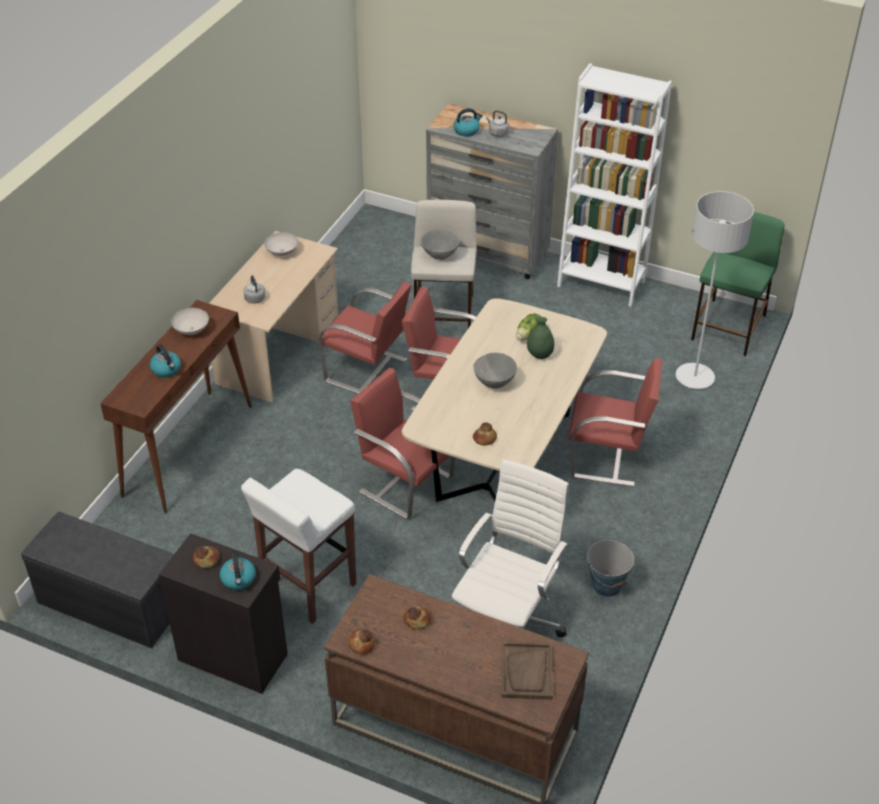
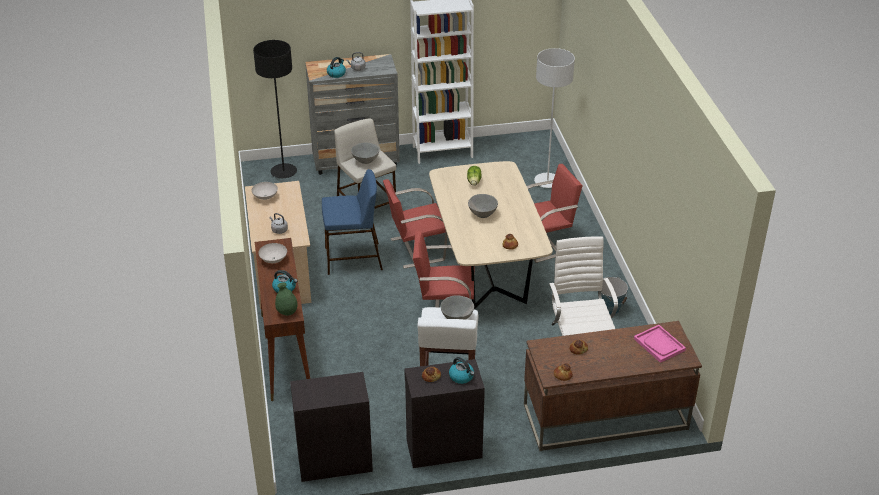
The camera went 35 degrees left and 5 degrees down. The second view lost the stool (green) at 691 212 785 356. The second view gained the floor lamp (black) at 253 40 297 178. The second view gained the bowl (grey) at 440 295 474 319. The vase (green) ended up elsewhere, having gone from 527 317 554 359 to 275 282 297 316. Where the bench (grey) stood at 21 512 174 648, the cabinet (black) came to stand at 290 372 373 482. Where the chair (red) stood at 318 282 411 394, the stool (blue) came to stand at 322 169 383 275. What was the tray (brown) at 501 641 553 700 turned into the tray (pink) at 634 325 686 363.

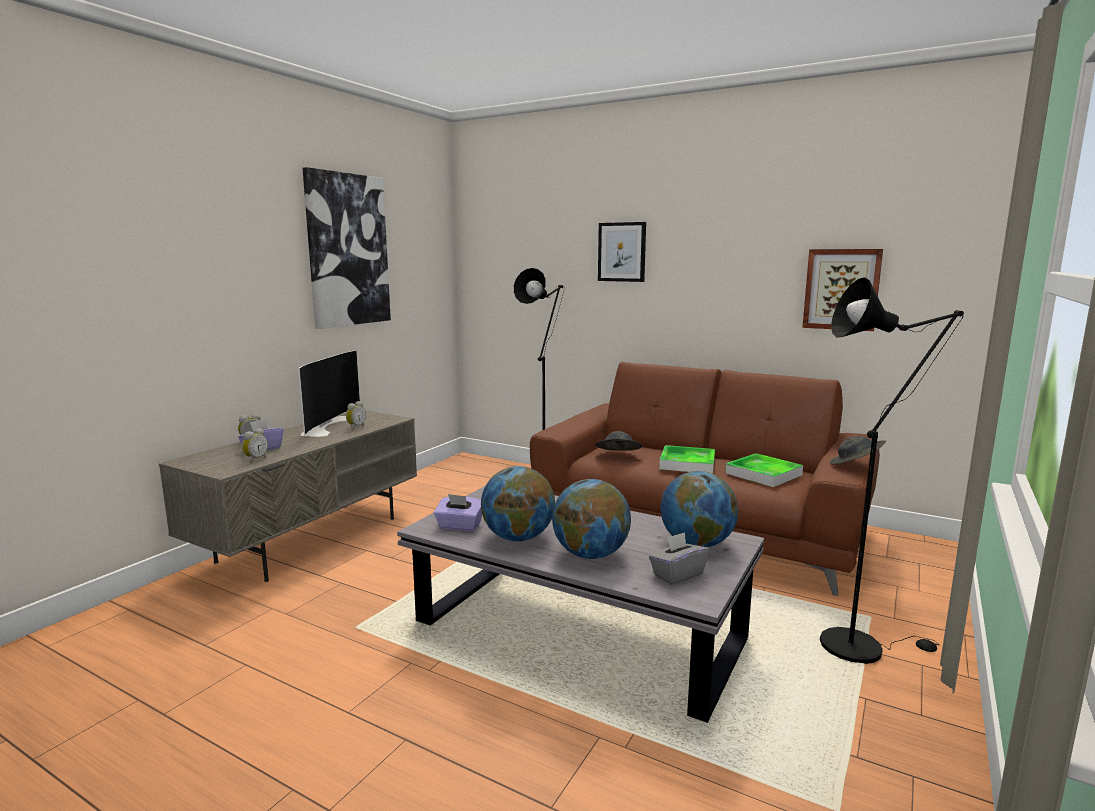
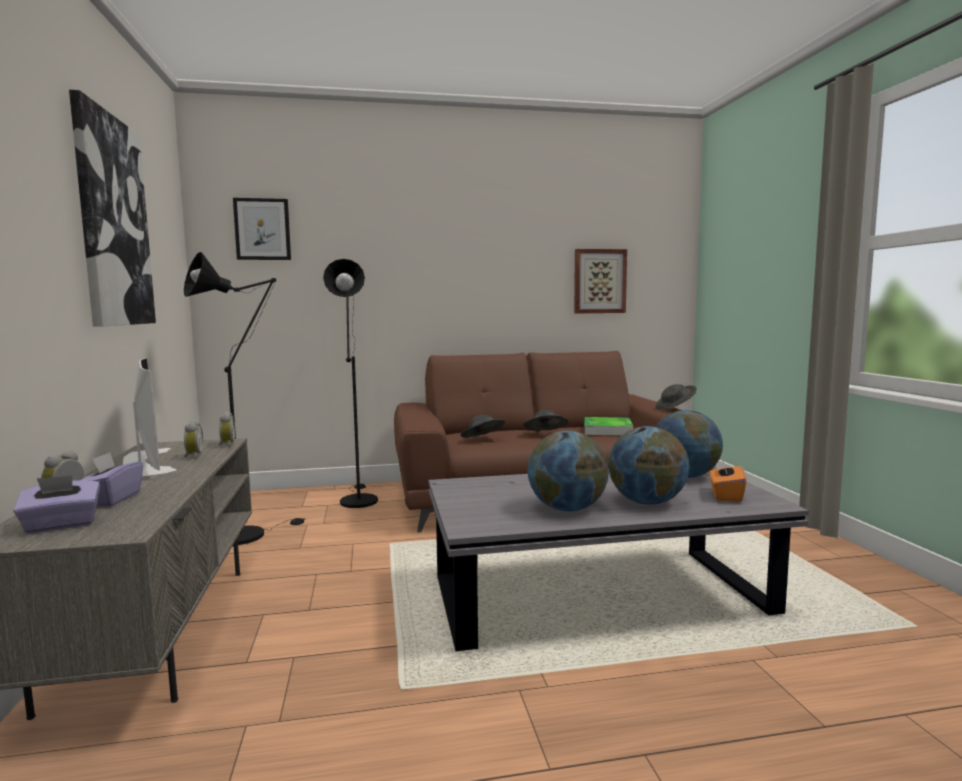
The camera went 40 degrees left and 5 degrees down. The alarm clock ended up elsewhere, having gone from 242 428 268 463 to 219 411 235 447. The tissue box (purple) ended up elsewhere, having gone from 434 494 482 531 to 14 475 100 534. The picture ended up elsewhere, having gone from 598 222 646 282 to 233 198 291 260. The floor lamp (black) ended up elsewhere, having gone from 820 277 964 664 to 184 252 305 545. Where the tray stood at 659 445 715 474, the hat (grey) came to stand at 523 410 569 431. What was the tissue box (grey) at 649 532 709 585 turned into the tissue box (orange) at 709 458 746 502.

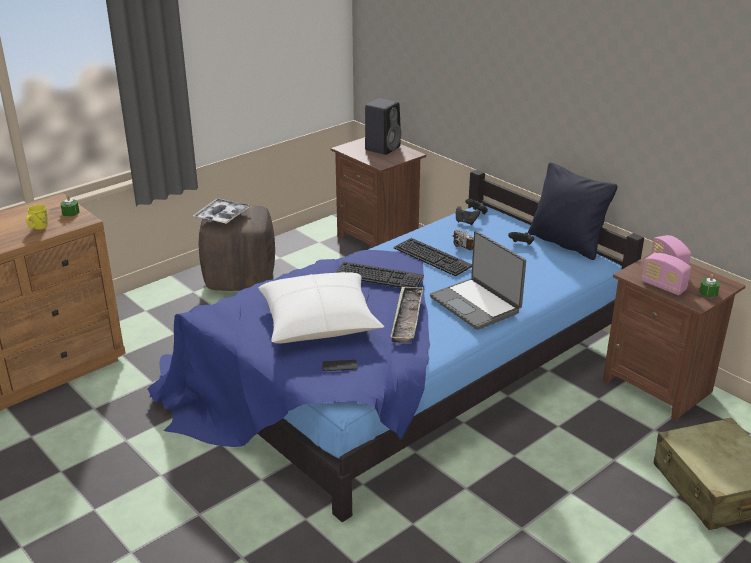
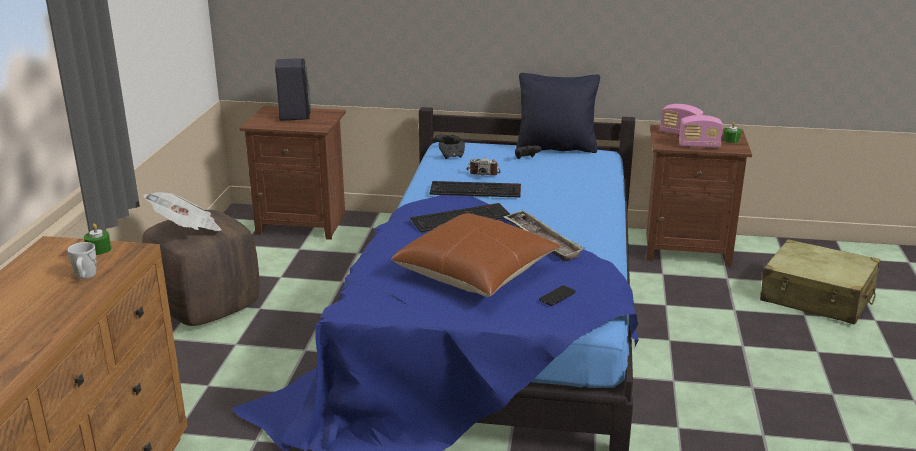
The camera went 40 degrees left and 5 degrees down. The second view lost the laptop at 430 231 526 330. Where the tray stood at 193 198 251 224, the newspaper came to stand at 143 192 221 231. What was the mug (yellow) at 26 204 47 230 turned into the mug (white) at 67 242 96 279. What was the pillow (white) at 259 272 384 344 turned into the pillow (brown) at 391 213 561 297.

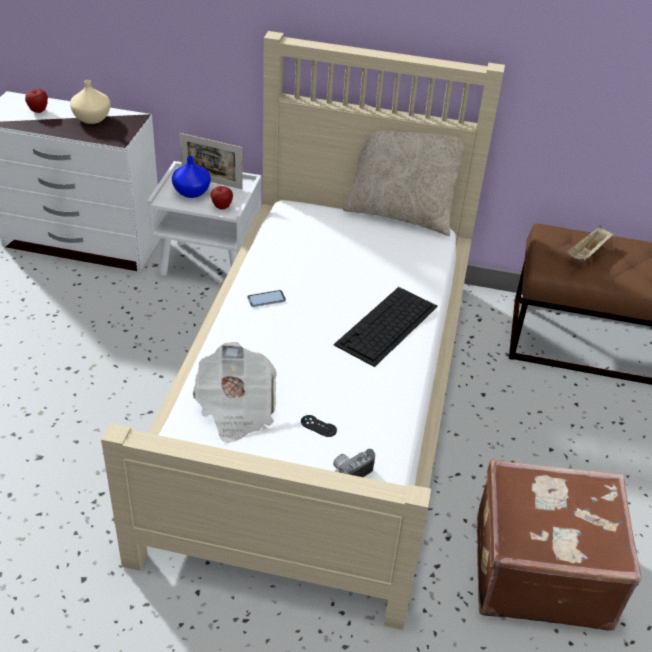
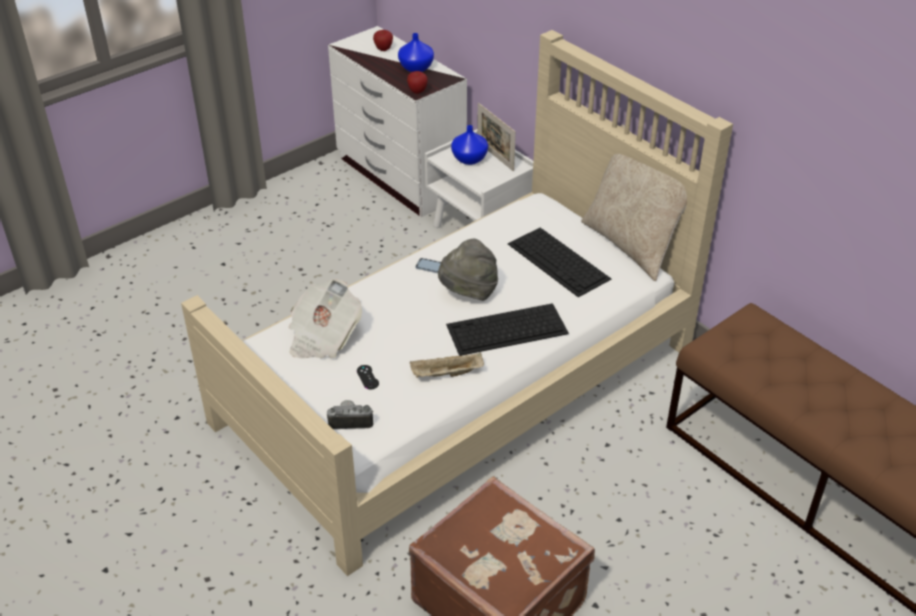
The camera went 40 degrees right and 0 degrees up. The second view gained the hat (grey) at 438 239 498 301. The second view gained the keyboard at 508 227 611 297. The apple ended up elsewhere, having gone from 211 186 233 210 to 407 71 428 94. The tray (beige) ended up elsewhere, having gone from 567 226 613 260 to 410 353 484 378. What was the vase (beige) at 70 80 111 124 turned into the vase (blue) at 398 33 434 72.

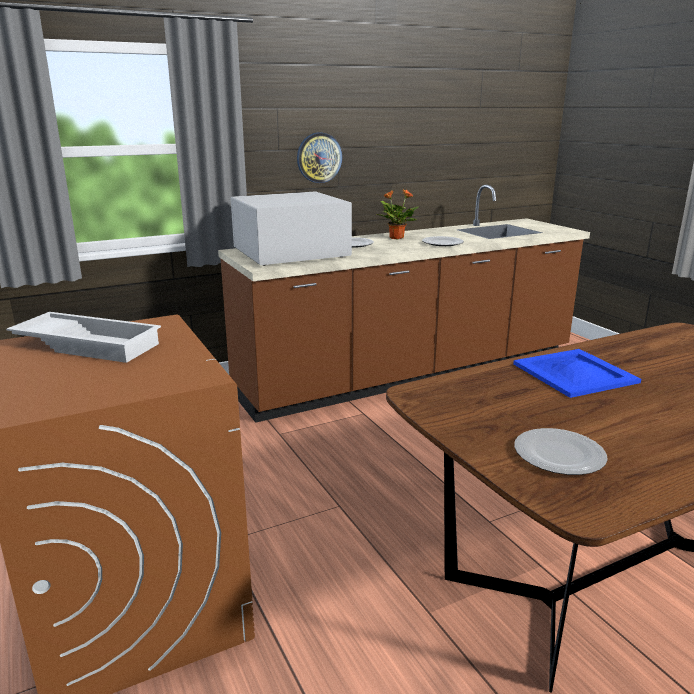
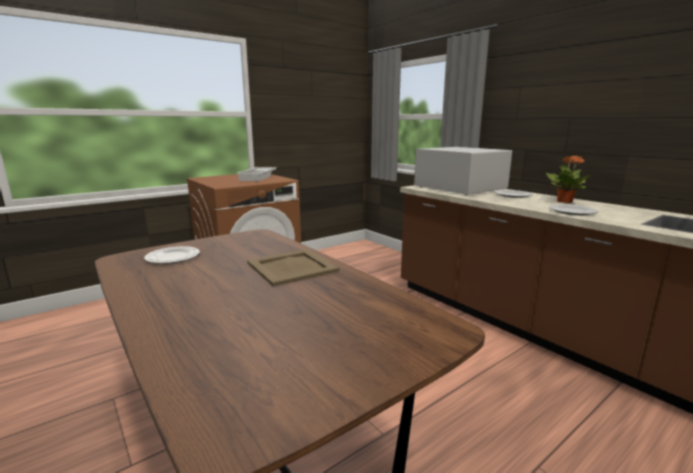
The camera went 80 degrees right and 5 degrees down. The second view lost the wall clock at 297 133 342 183. What was the tray (blue) at 513 349 641 398 turned into the tray (beige) at 247 249 339 287.

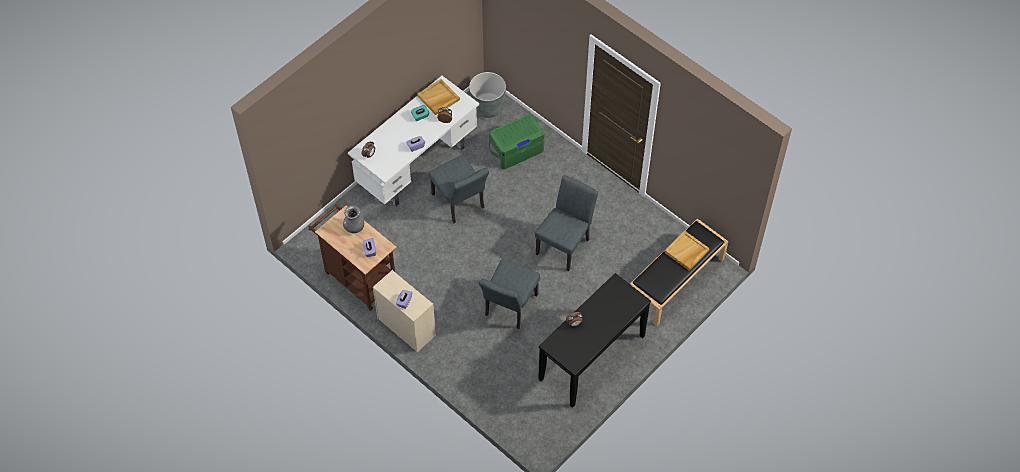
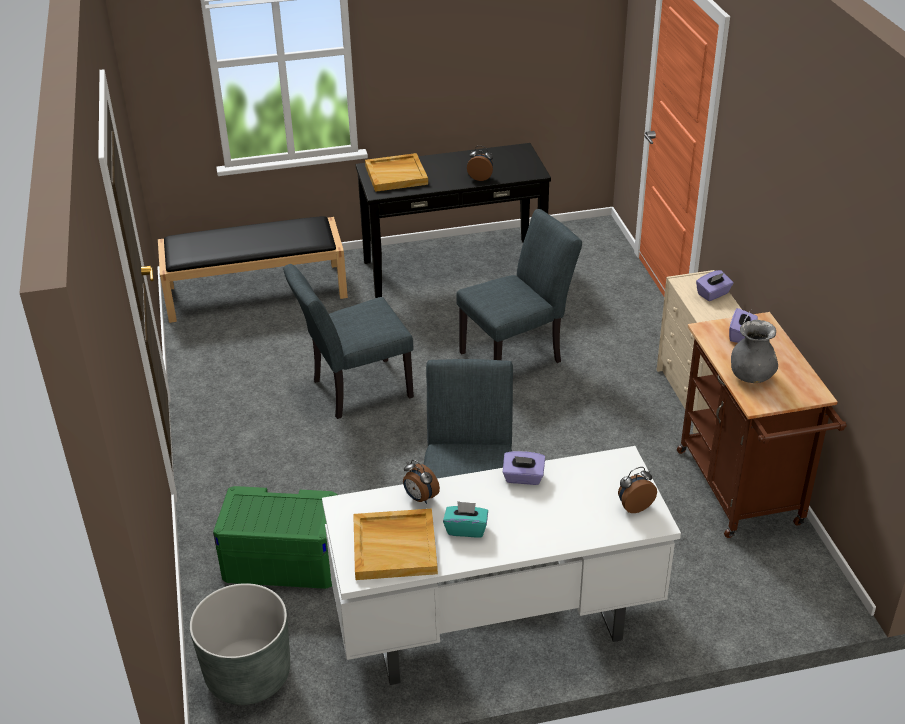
The camera went 145 degrees left and 20 degrees down. The tray (beige) ended up elsewhere, having gone from 665 231 710 271 to 365 153 428 192.

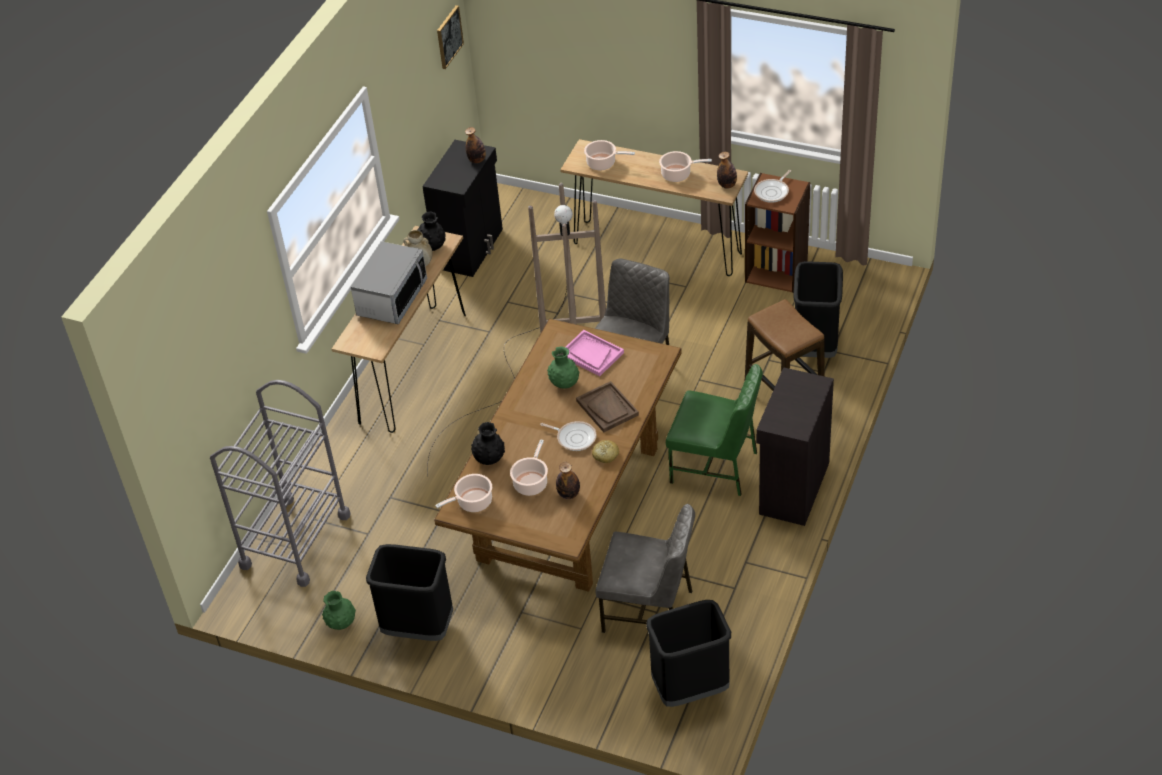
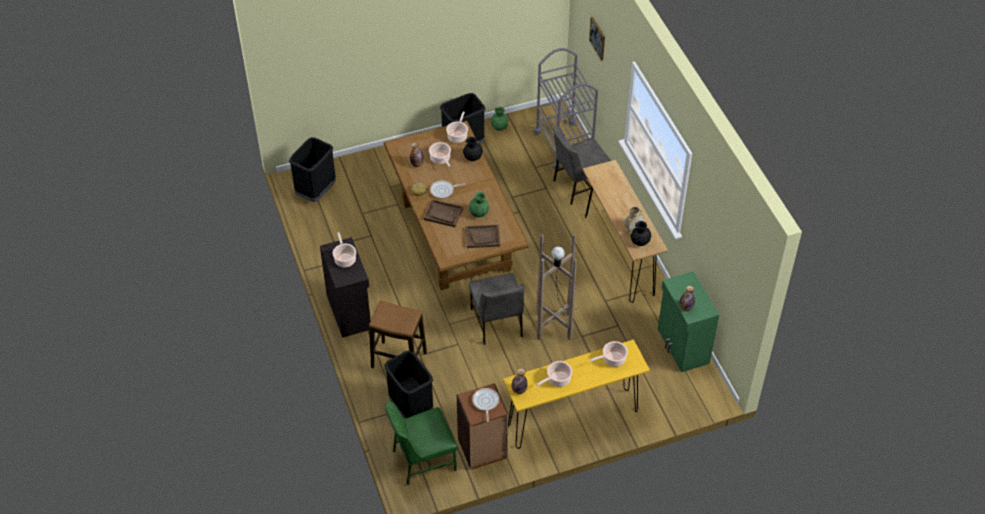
The camera went 135 degrees right and 5 degrees up. The second view lost the microwave at 351 241 427 324. The second view gained the cooking pot at 333 232 356 268. The picture ended up elsewhere, having gone from 437 5 464 69 to 589 17 605 61. The chair (grey) ended up elsewhere, having gone from 595 504 695 633 to 553 127 611 205. The chair (green) ended up elsewhere, having gone from 666 364 763 496 to 385 401 457 485. What was the cabinet (black) at 422 140 503 277 turned into the cabinet (green) at 658 271 719 372. What was the console table (brown) at 560 139 748 276 turned into the console table (yellow) at 503 339 650 449. What was the tray (pink) at 566 330 624 376 turned into the tray (brown) at 466 225 500 248.

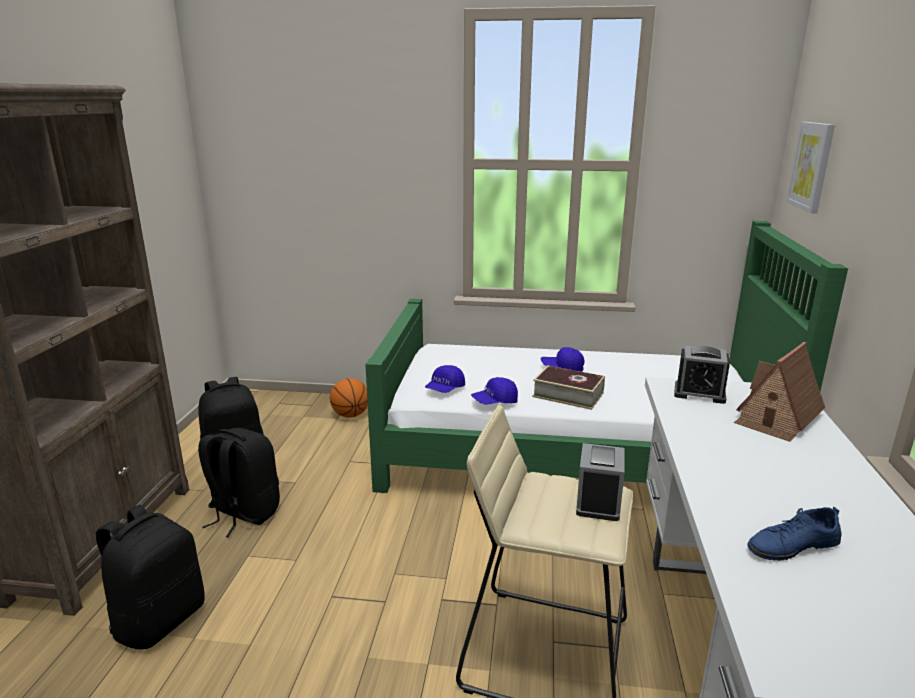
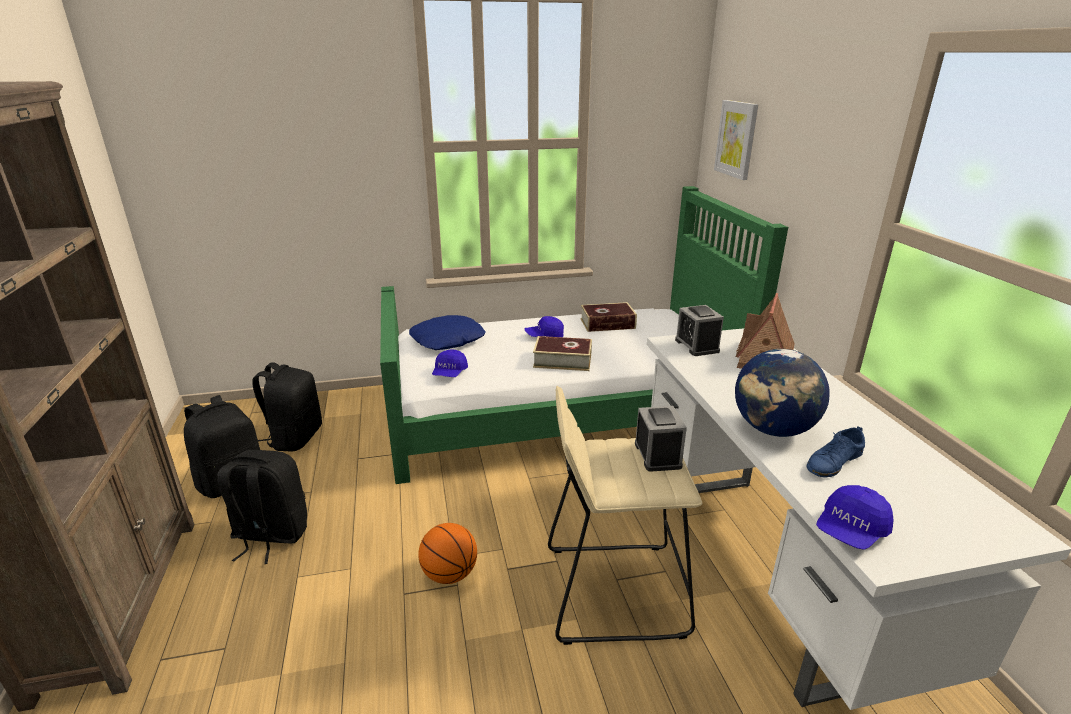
The camera went 20 degrees left and 5 degrees up. The second view gained the pillow (blue) at 409 315 485 350. The second view gained the book at 581 302 637 332. The second view gained the globe at 735 349 830 437. The backpack (black) ended up elsewhere, having gone from 96 505 204 650 to 252 362 322 452. The basketball ended up elsewhere, having gone from 330 378 368 418 to 418 523 477 584. The cap (blue) ended up elsewhere, having gone from 471 377 518 404 to 816 485 893 550. The alarm clock at 674 346 730 404 ended up facing another way, 75 degrees clockwise from before.

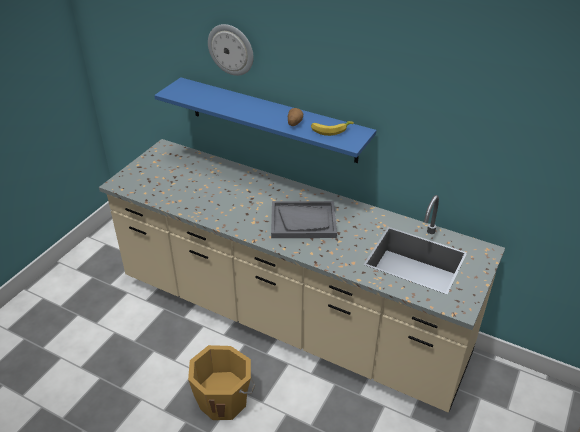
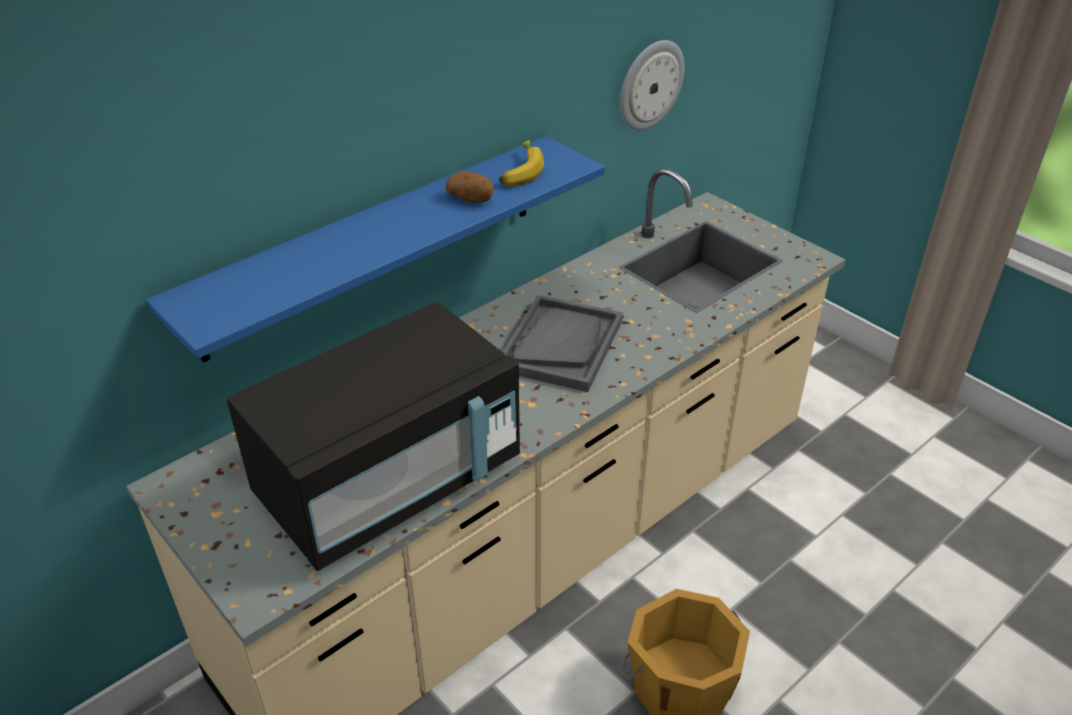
The camera went 70 degrees left and 0 degrees up. The second view gained the microwave (black) at 227 302 520 571. The wall clock ended up elsewhere, having gone from 208 24 254 76 to 620 40 685 130.

